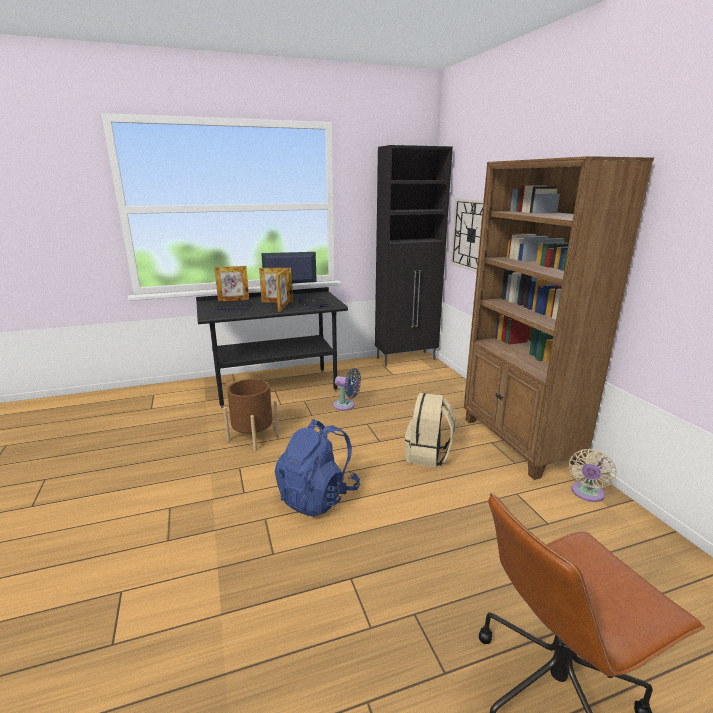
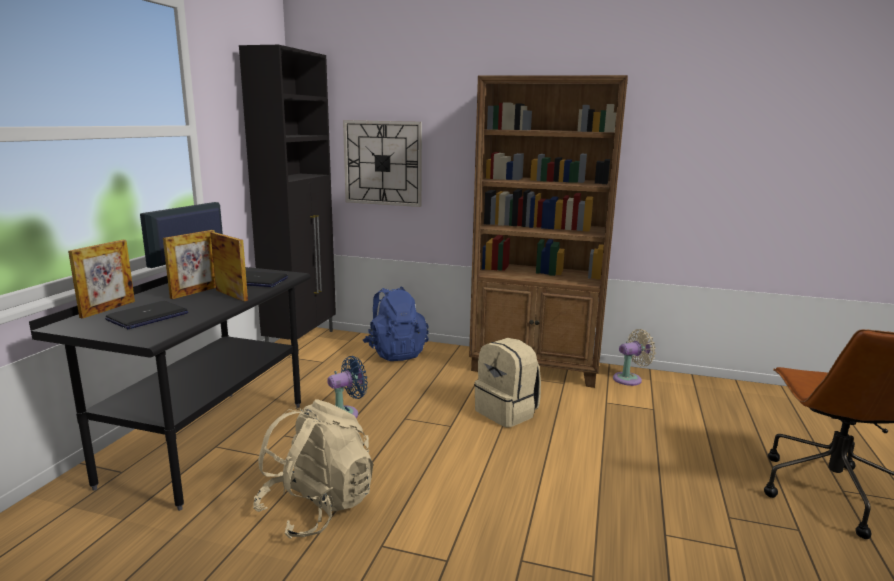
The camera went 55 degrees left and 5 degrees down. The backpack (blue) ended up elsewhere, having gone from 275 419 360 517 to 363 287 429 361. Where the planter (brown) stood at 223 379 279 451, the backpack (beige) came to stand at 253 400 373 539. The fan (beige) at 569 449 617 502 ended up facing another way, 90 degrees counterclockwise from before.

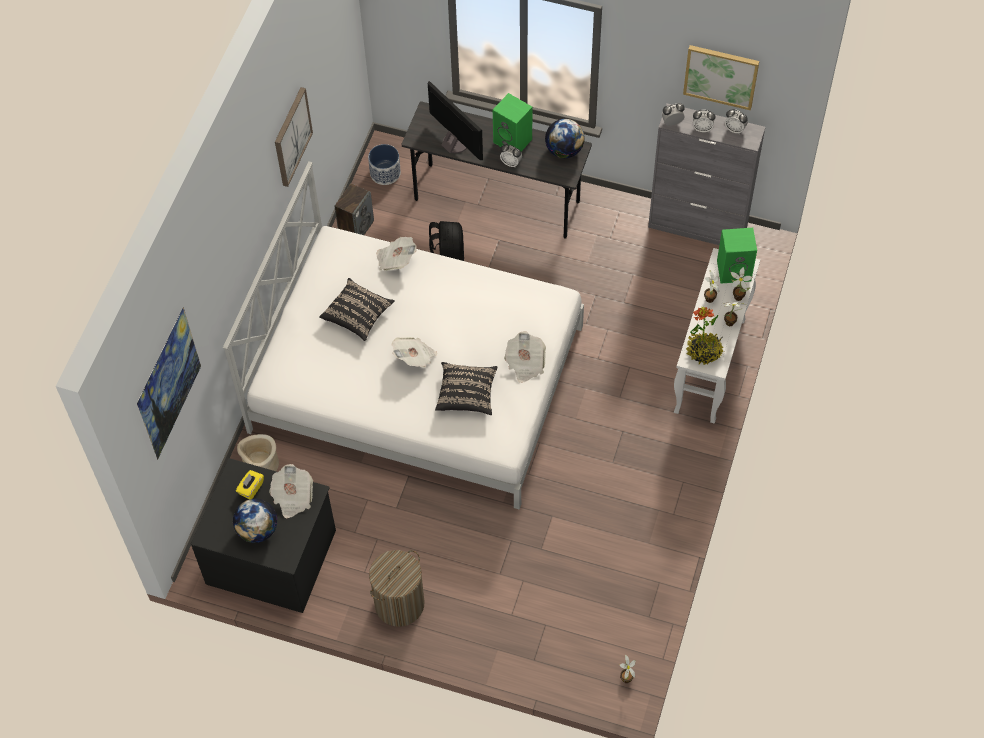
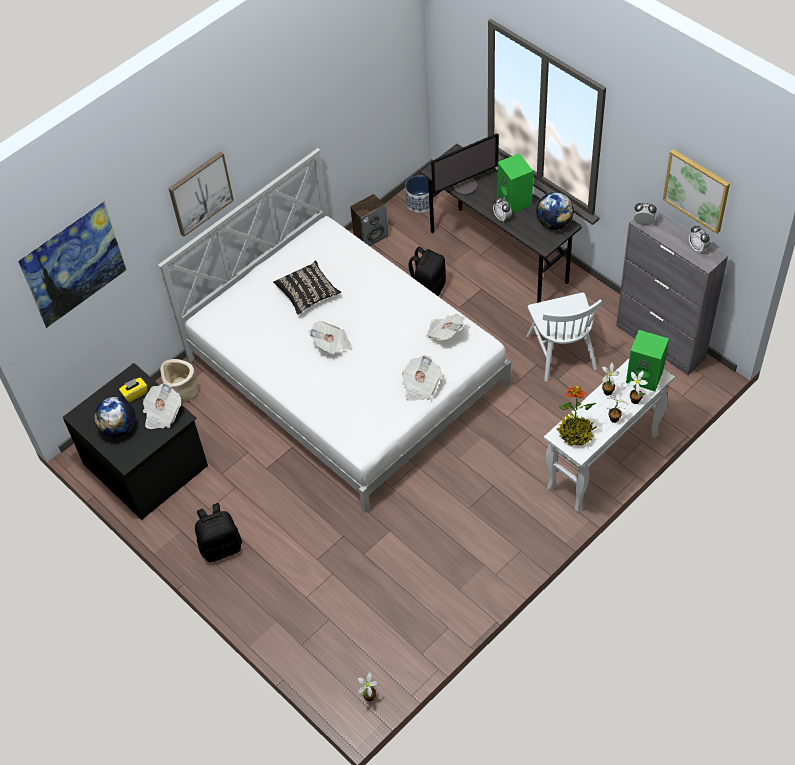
The camera went 30 degrees right and 5 degrees down. The second view lost the pillow (black) at 435 362 498 415. The second view lost the alarm clock at 693 110 716 132. The second view gained the chair (white) at 526 292 602 382. The picture ended up elsewhere, having gone from 275 87 313 187 to 168 152 234 237. The newspaper ended up elsewhere, having gone from 376 237 417 271 to 426 314 465 340. Where the laundry basket stood at 369 550 425 627, the backpack (black) came to stand at 195 503 242 563. The monitor at 428 81 483 160 ended up facing another way, 75 degrees clockwise from before.

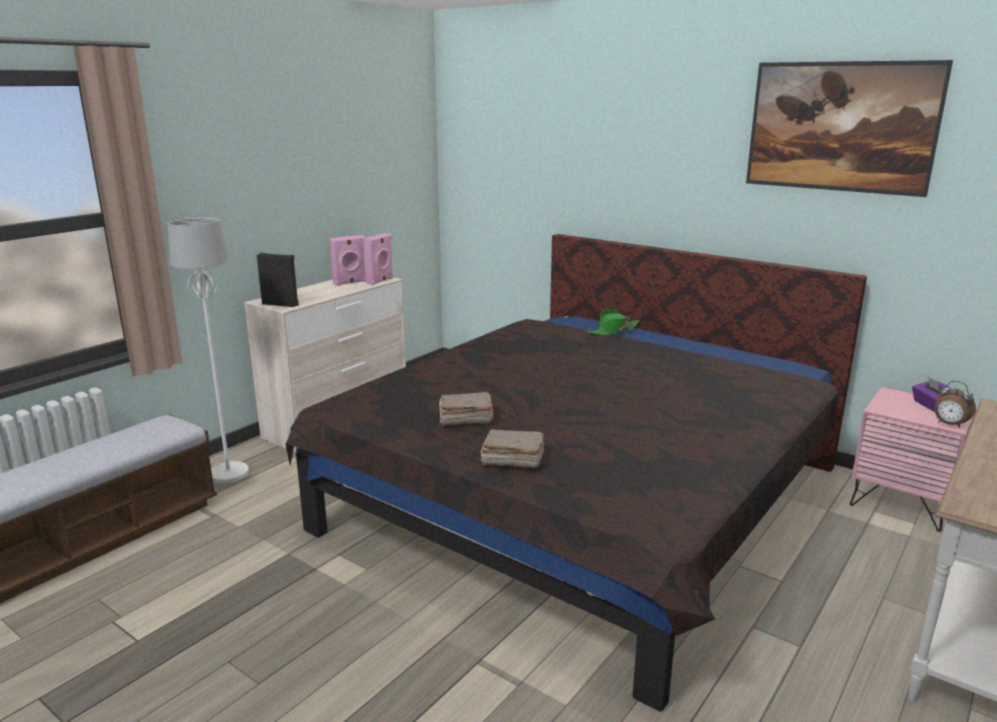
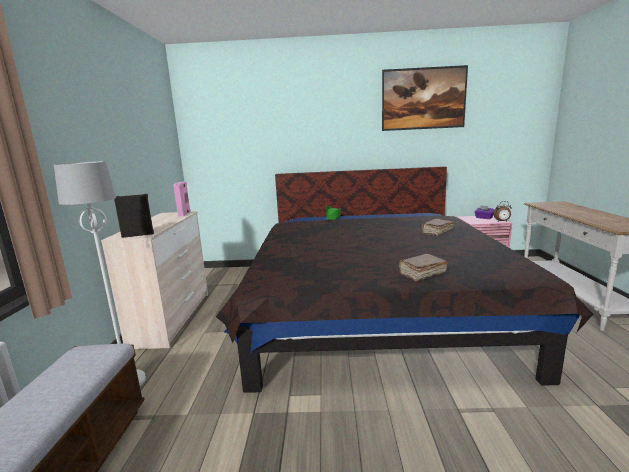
The camera went 35 degrees left and 5 degrees down. The second view lost the speaker (pink) at 329 235 366 286. The book (brown) ended up elsewhere, having gone from 439 392 493 426 to 421 219 454 236.

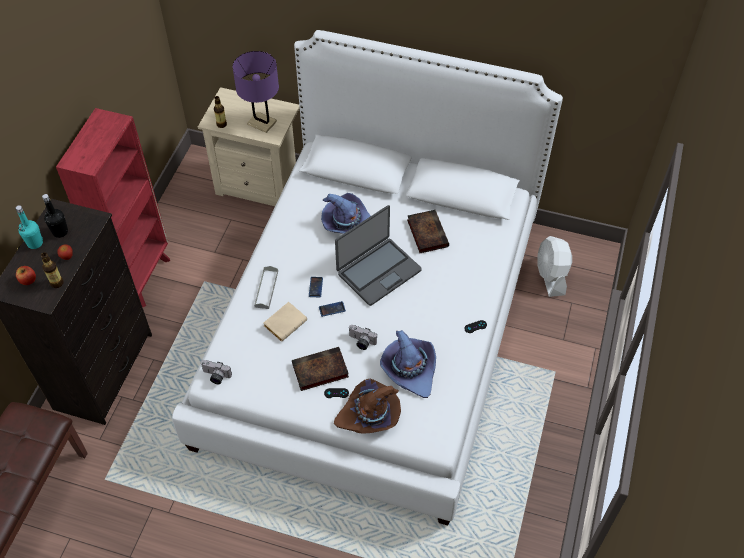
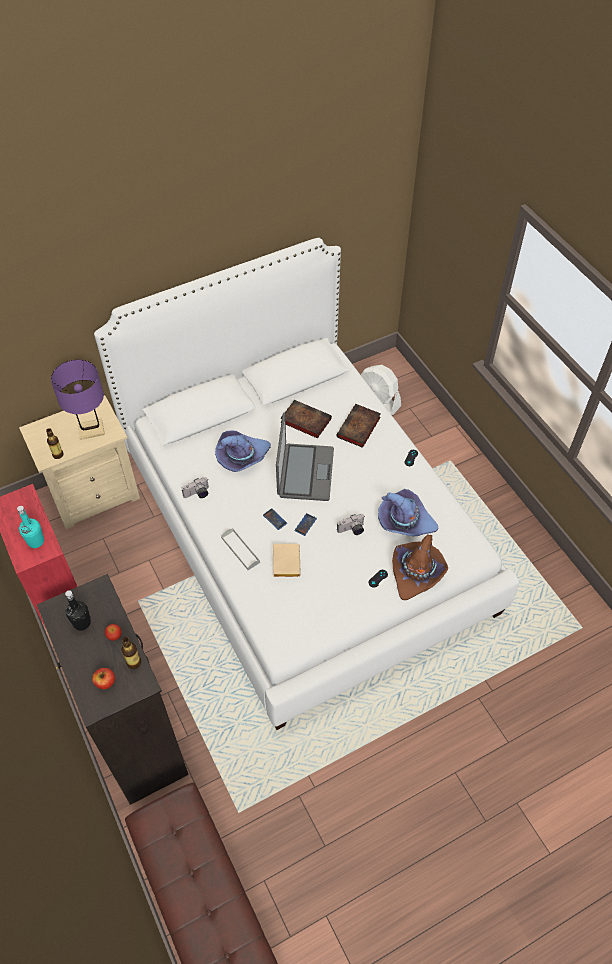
The camera went 45 degrees left and 0 degrees up. The bottle (turquoise) ended up elsewhere, having gone from 16 205 43 249 to 17 506 44 548. The photo camera ended up elsewhere, having gone from 201 360 232 384 to 181 477 209 498. The book ended up elsewhere, having gone from 292 347 349 391 to 336 404 381 448.

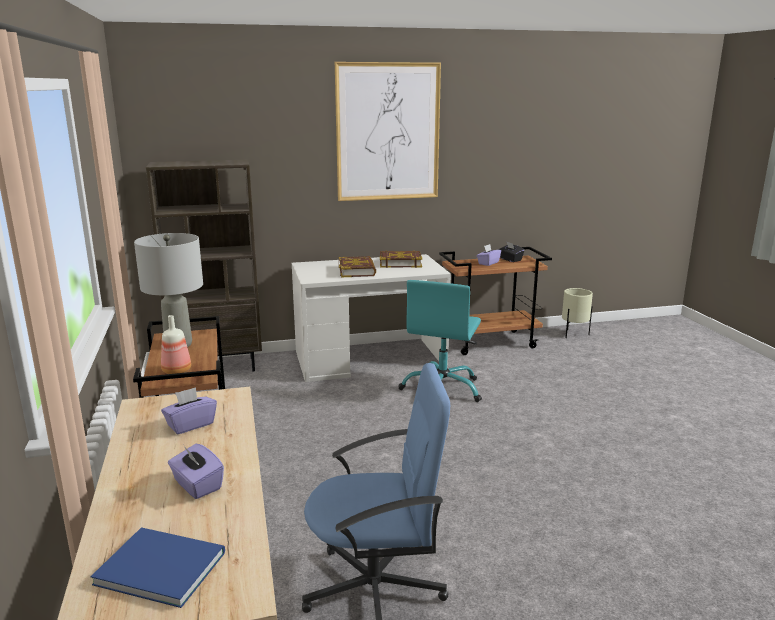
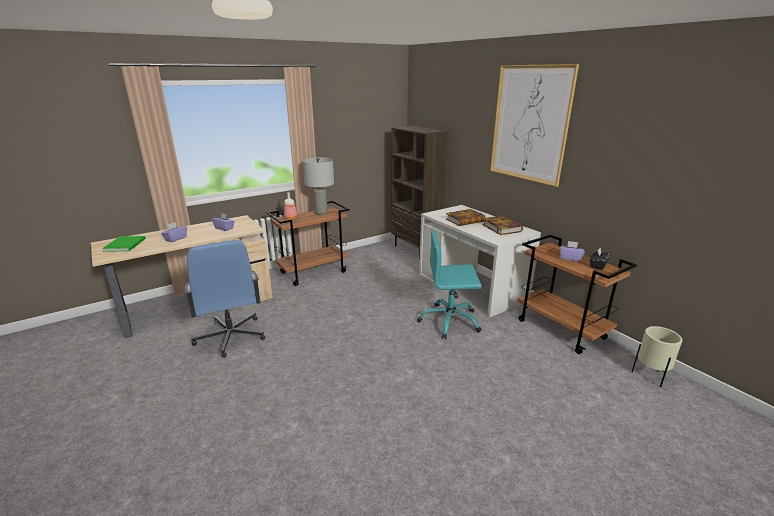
The camera went 70 degrees right and 5 degrees up. What was the book (blue) at 91 527 225 608 turned into the book (green) at 102 236 146 252.

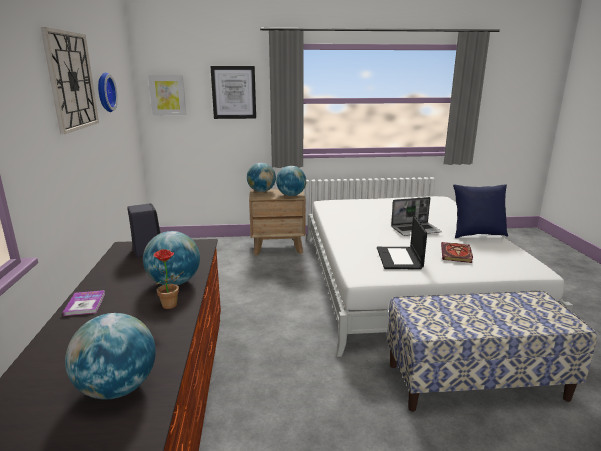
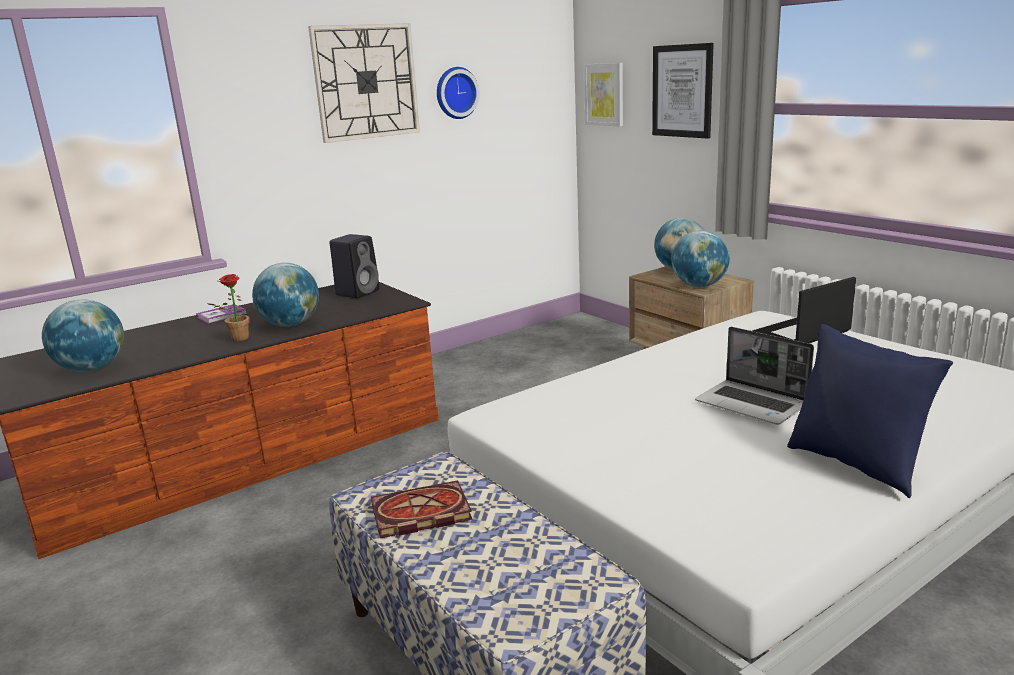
The camera went 60 degrees right and 0 degrees up. The laptop ended up elsewhere, having gone from 377 216 427 269 to 753 277 856 343. The book ended up elsewhere, having gone from 441 242 473 263 to 371 480 473 538.

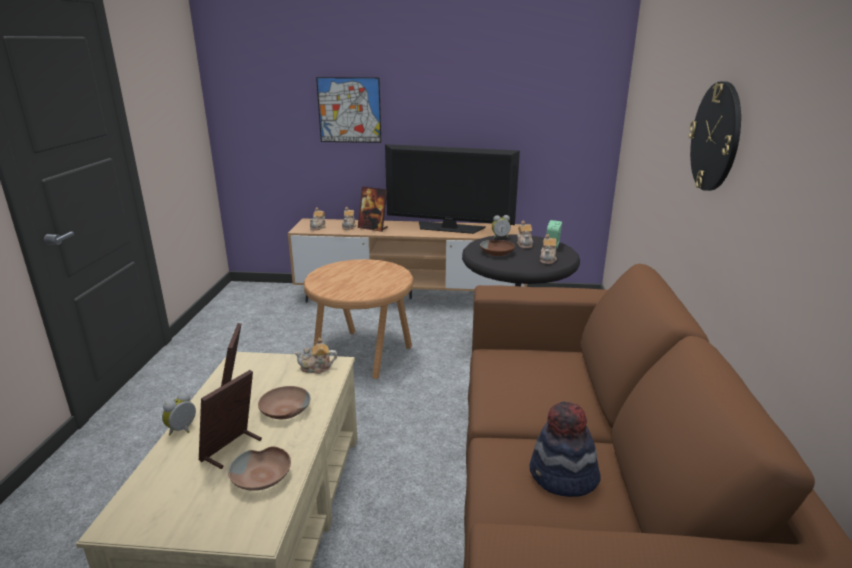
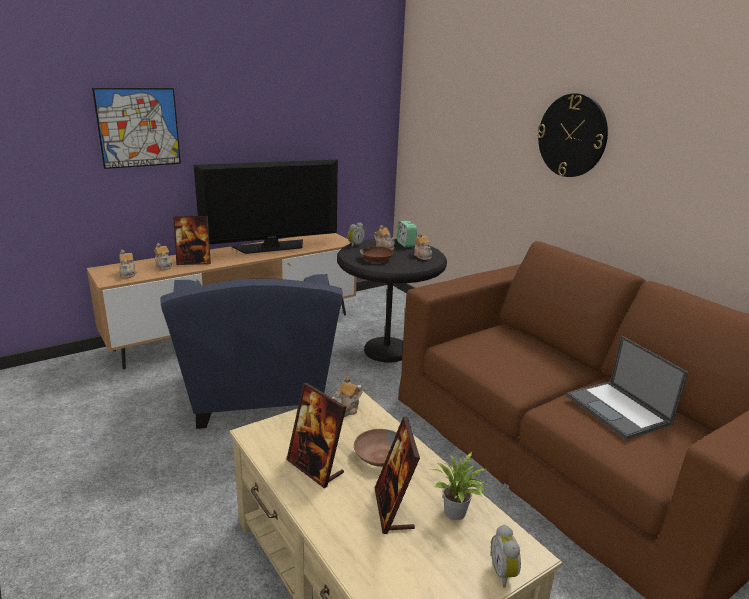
The camera went 40 degrees left and 0 degrees up. The alarm clock ended up elsewhere, having gone from 162 392 196 435 to 491 525 521 588. Where the bowl (brown) stood at 228 446 291 491, the potted plant came to stand at 430 452 489 520. Where the side table (brown) stood at 304 259 414 379, the armchair (blue) came to stand at 160 274 343 429. Where the hat stood at 530 402 601 497, the laptop came to stand at 566 336 688 440.

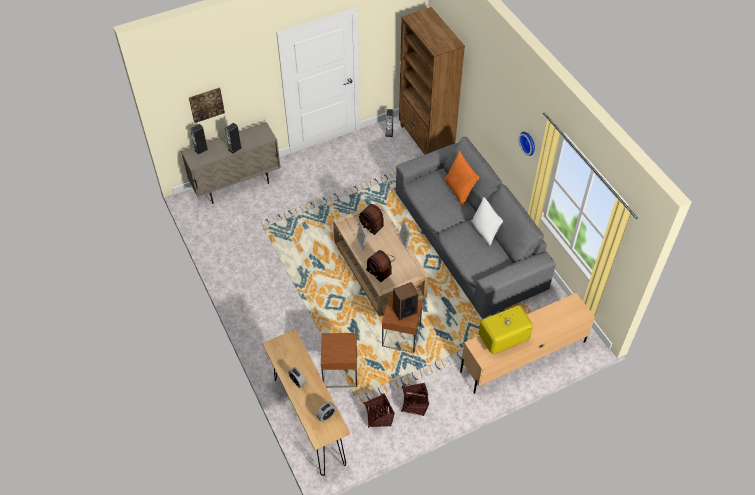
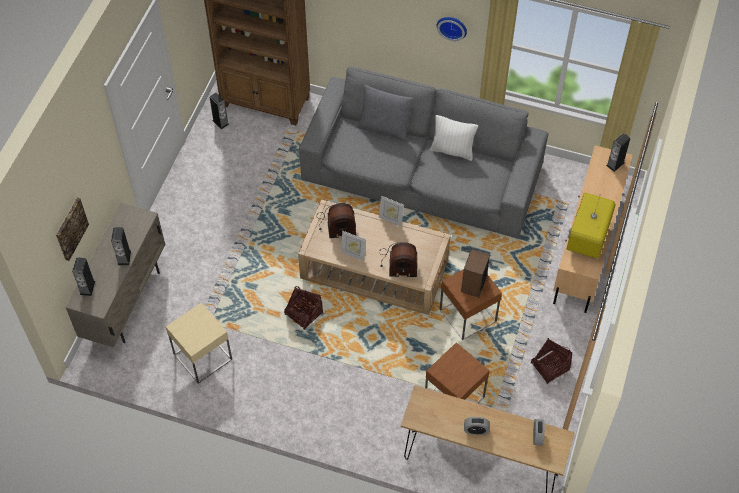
The camera went 45 degrees left and 5 degrees up. The second view gained the side table (beige) at 166 302 232 383. The second view gained the speaker at 606 133 630 172. The basket ended up elsewhere, having gone from 364 393 395 428 to 284 286 323 330. What was the pillow (orange) at 444 151 479 207 turned into the pillow (grey) at 357 85 414 142.

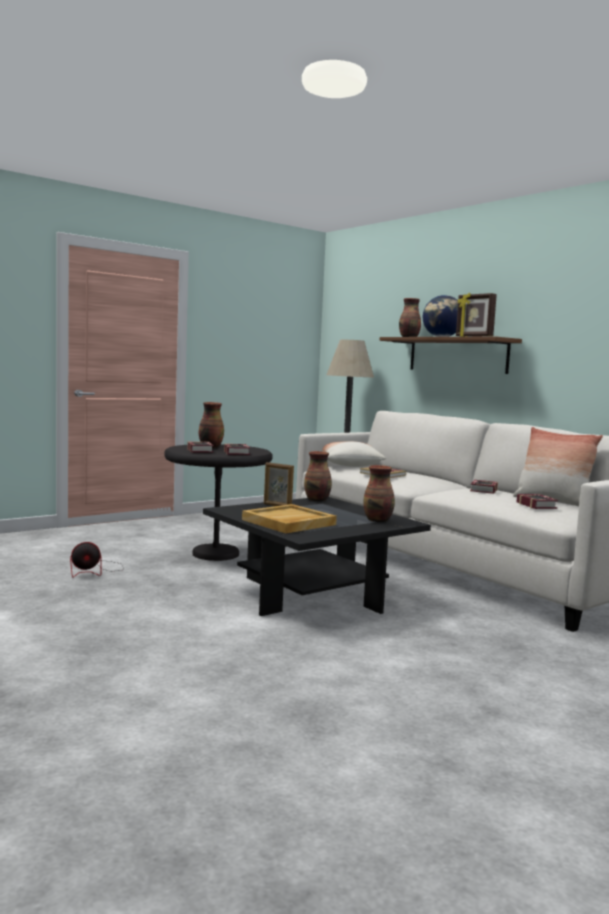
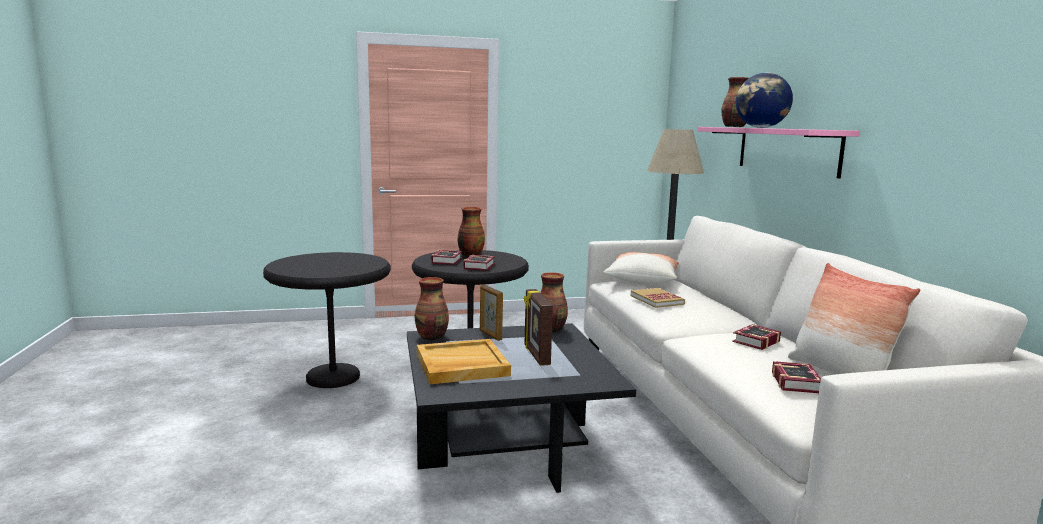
The camera went 25 degrees right and 5 degrees up. The vase ended up elsewhere, having gone from 363 465 395 522 to 415 277 449 340. The picture frame ended up elsewhere, having gone from 456 292 497 337 to 524 289 553 366. Where the fan stood at 70 542 124 577, the side table (black) came to stand at 263 252 391 388. What was the shelf (brown) at 380 337 522 374 turned into the shelf (pink) at 697 127 860 178.

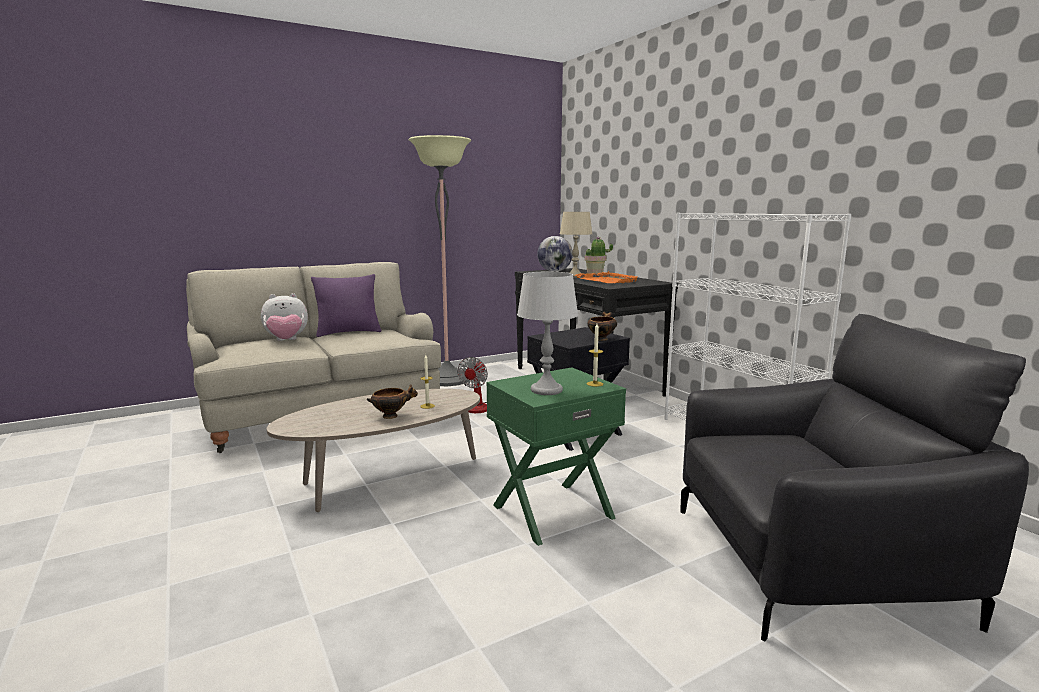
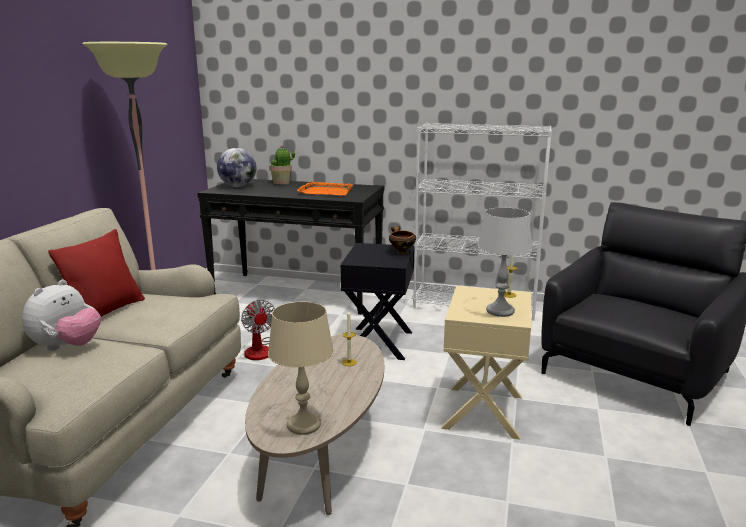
The camera went 45 degrees left and 5 degrees up. The second view lost the bowl at 367 384 418 419. The table lamp (beige) ended up elsewhere, having gone from 560 212 592 278 to 268 302 334 435. What was the pillow (purple) at 311 274 381 337 turned into the pillow (red) at 48 229 145 317. What was the side table (green) at 486 367 626 546 turned into the side table (beige) at 441 286 531 440.

